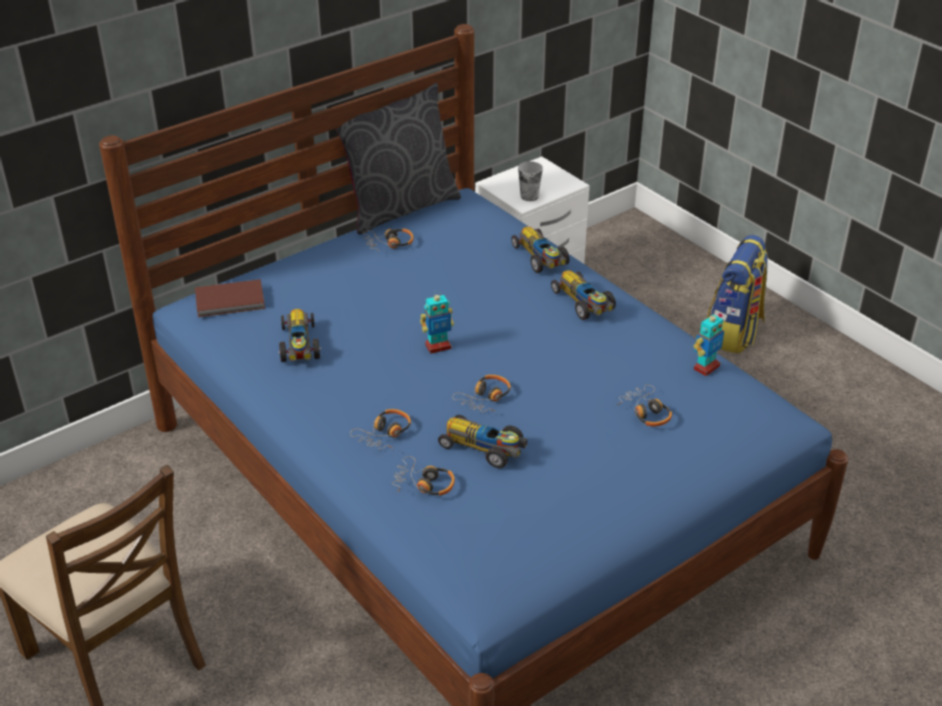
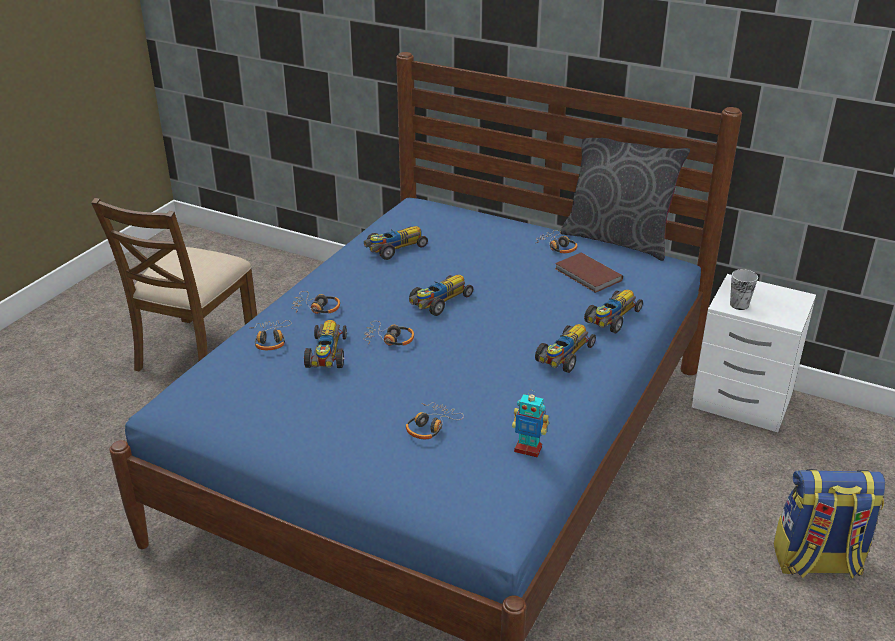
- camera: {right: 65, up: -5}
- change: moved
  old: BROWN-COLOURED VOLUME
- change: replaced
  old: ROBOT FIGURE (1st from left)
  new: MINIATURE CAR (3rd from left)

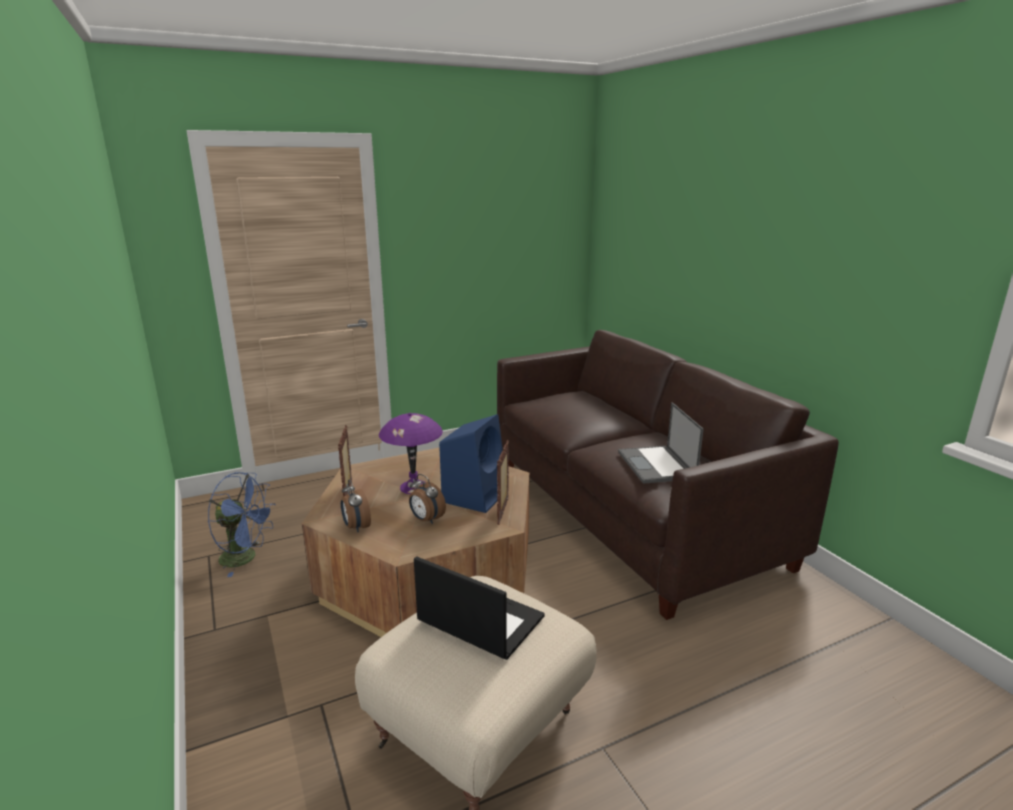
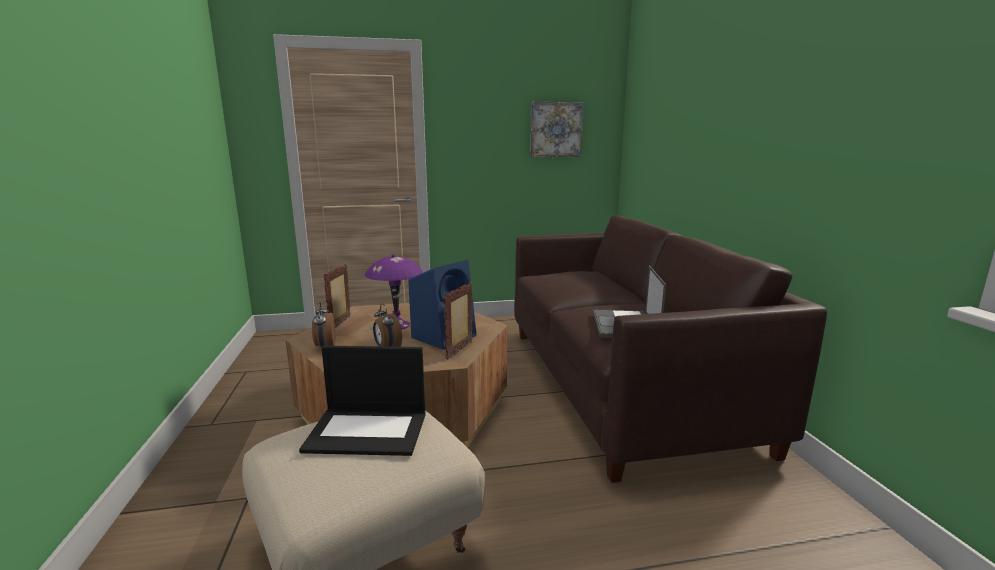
- camera: {right: 15, up: -5}
- change: removed
  old: BLUISH FAN
- change: added
  new: PICTURE
- change: turned
  old: PORTABLE COMPUTER (1st from left)
  degrees: 135

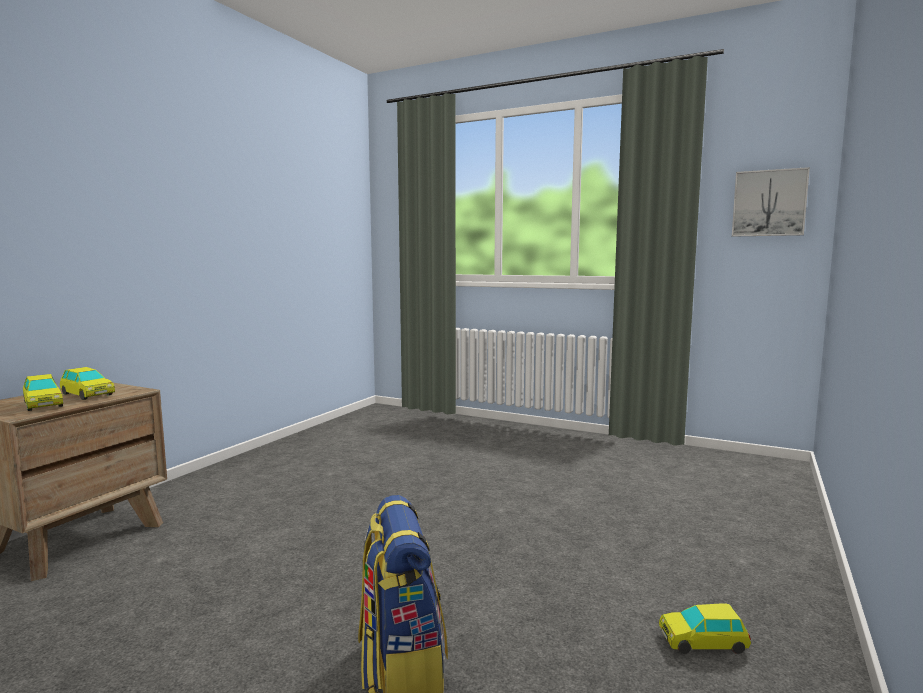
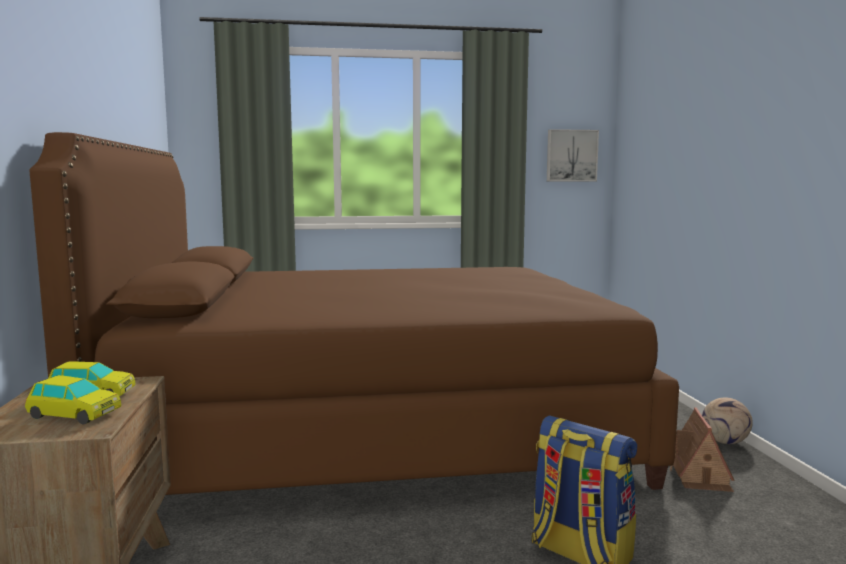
- camera: {right: -35, up: 0}
- change: added
  new: BROWN-COLOURED BED
- change: added
  new: BALL FOR FOOTBALL
- change: replaced
  old: MINIATURE CAR (3rd from left)
  new: TOY HOUSE

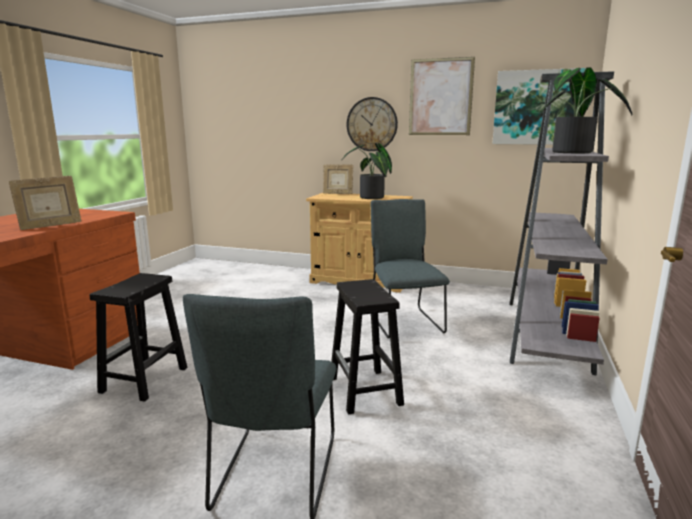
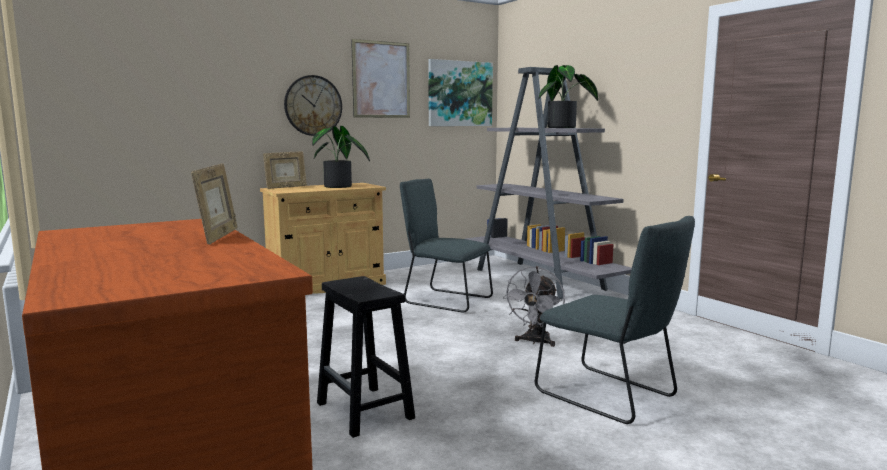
- camera: {right: -50, up: -5}
- change: replaced
  old: BLACKISH SITTING STOOL (2nd from left)
  new: GREYISH FAN

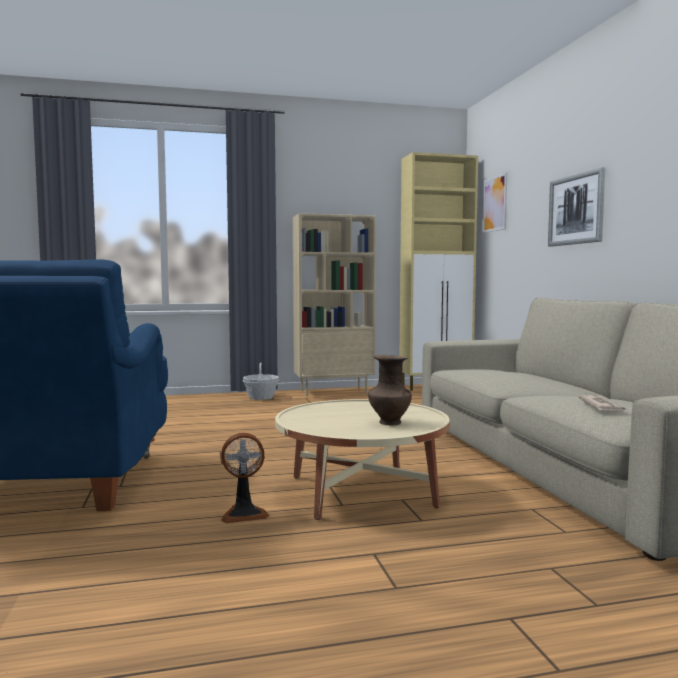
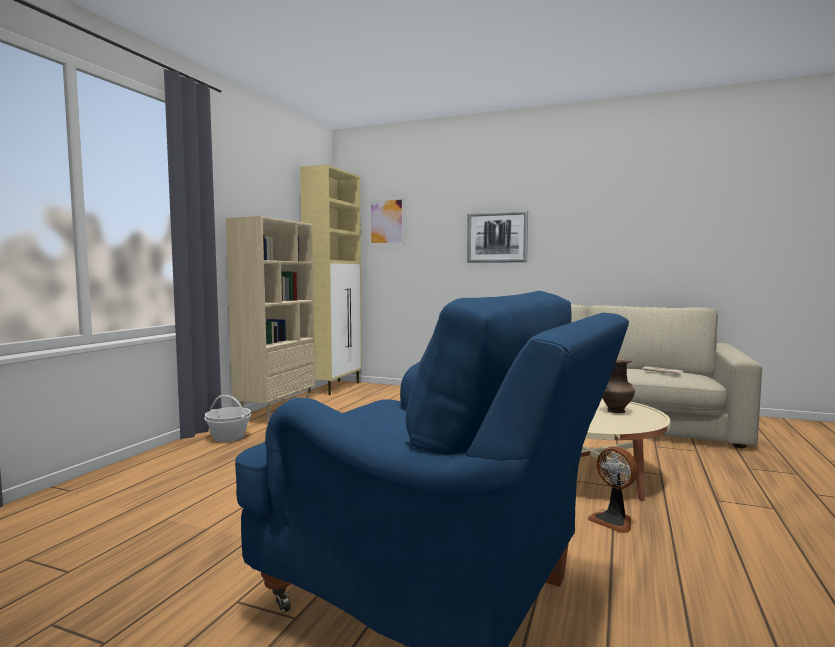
- camera: {right: -55, up: 0}
- change: turned
  old: FAN
  degrees: 120

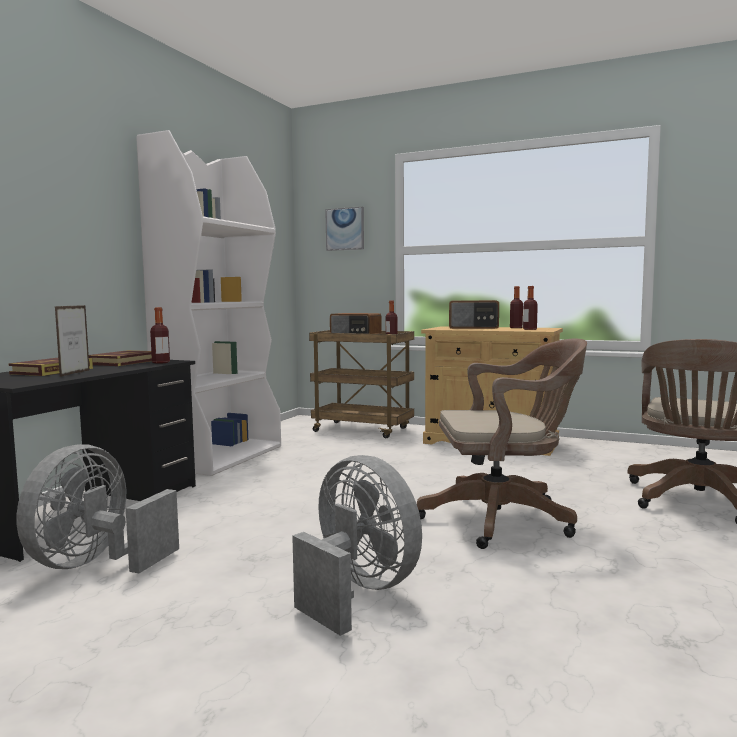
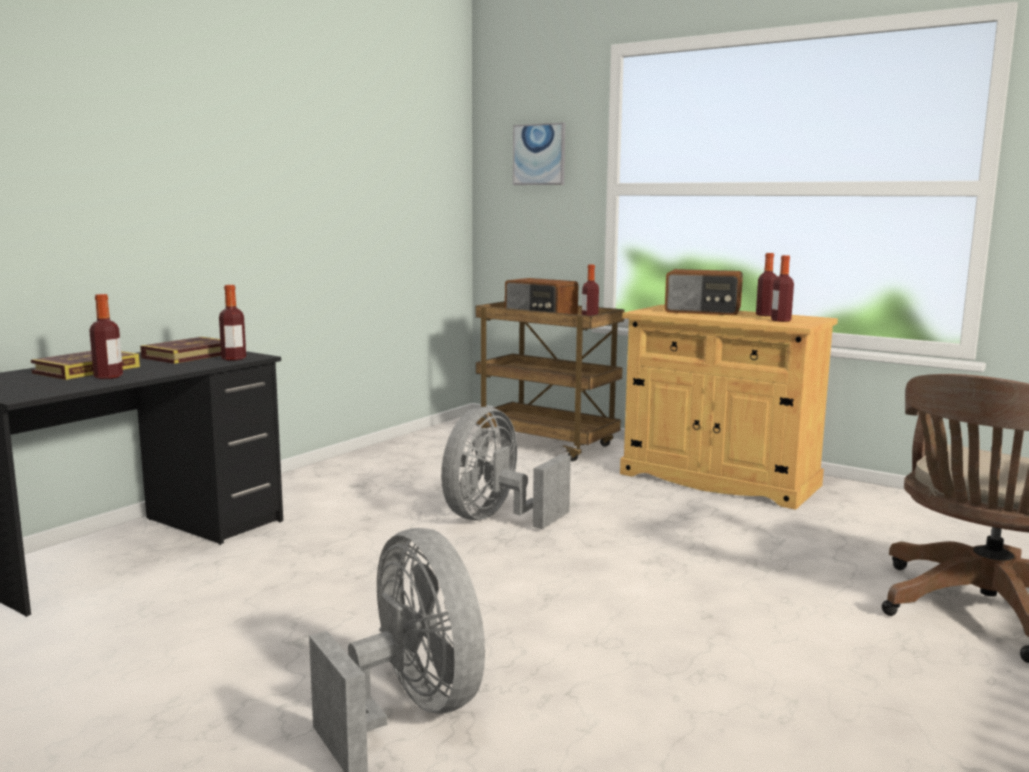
- camera: {right: 10, up: 5}
- change: removed
  old: WHITISH SHELVING UNIT
- change: removed
  old: BROWN-COLOURED OFFICE CHAIR (1st from left)
- change: moved
  old: GREYISH FAN (1st from left in the first image)
  new: GREYISH FAN (2nd from left)
- change: replaced
  old: PHOTO FRAME
  new: DRINK BOTTLE (1st from left)

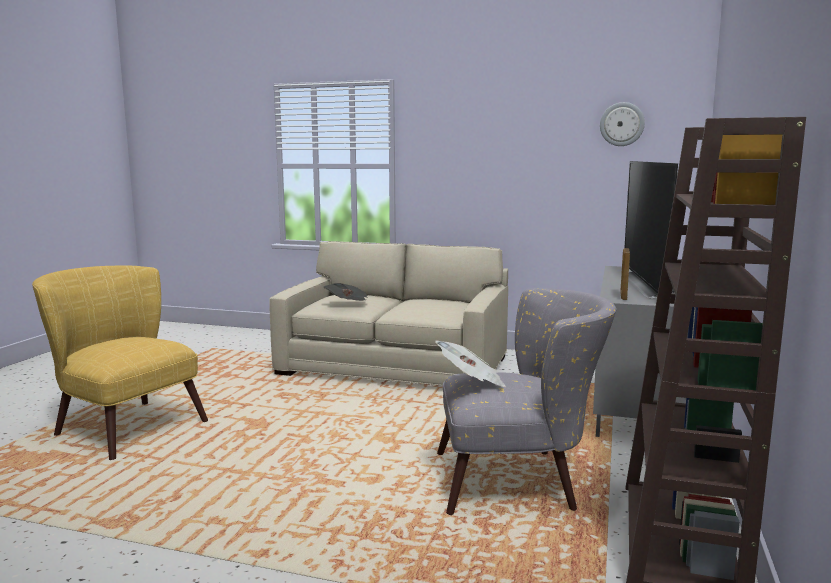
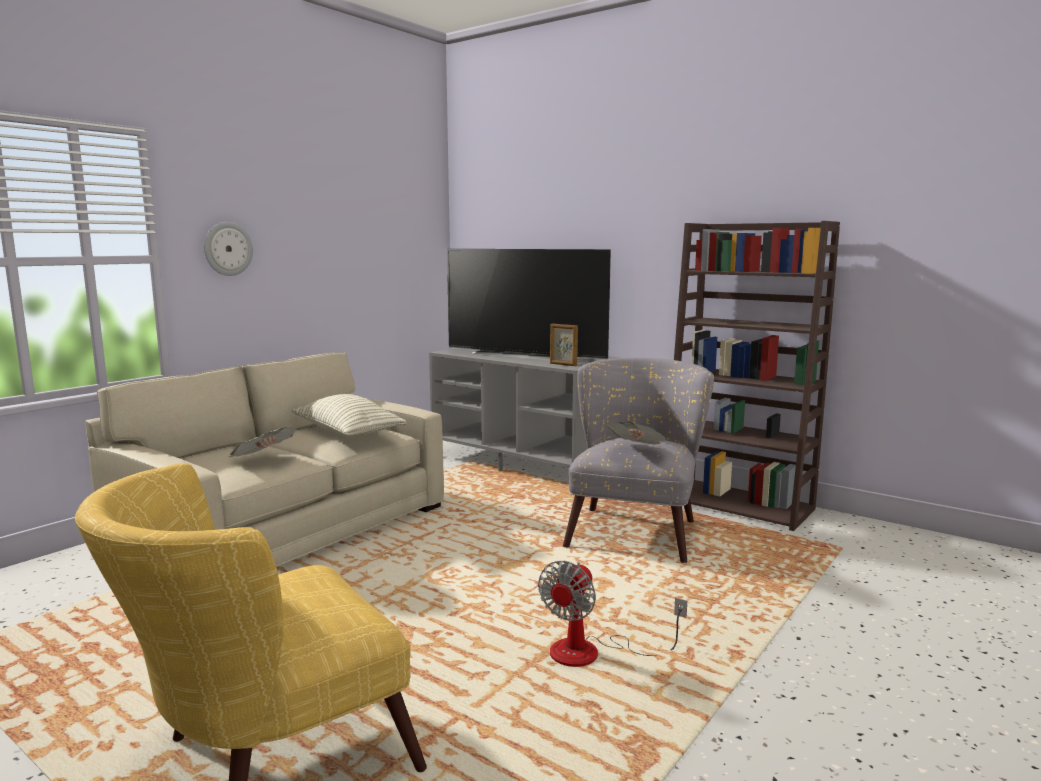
- camera: {right: -70, up: 0}
- change: added
  new: THROW PILLOW
- change: added
  new: FAN
- change: moved
  old: HANGING CLOCK

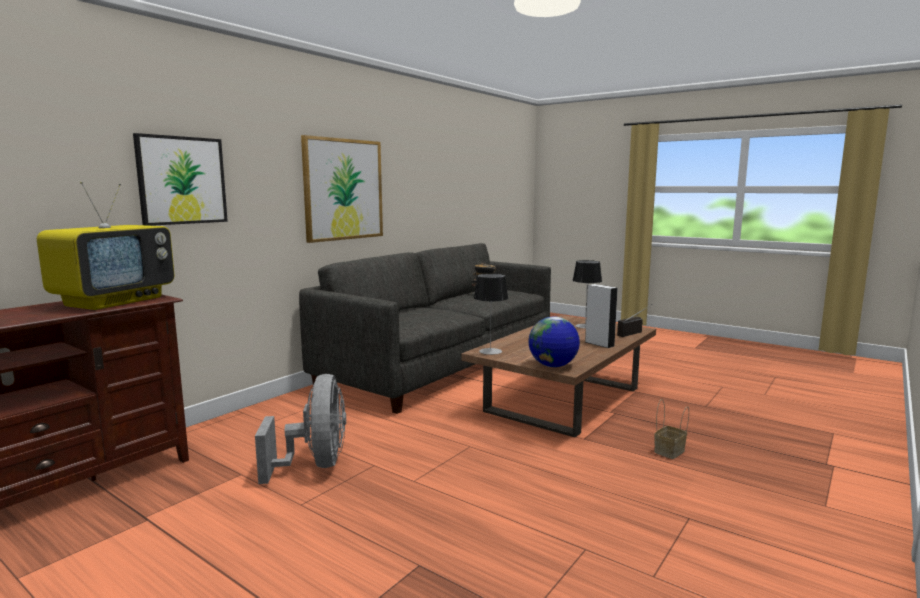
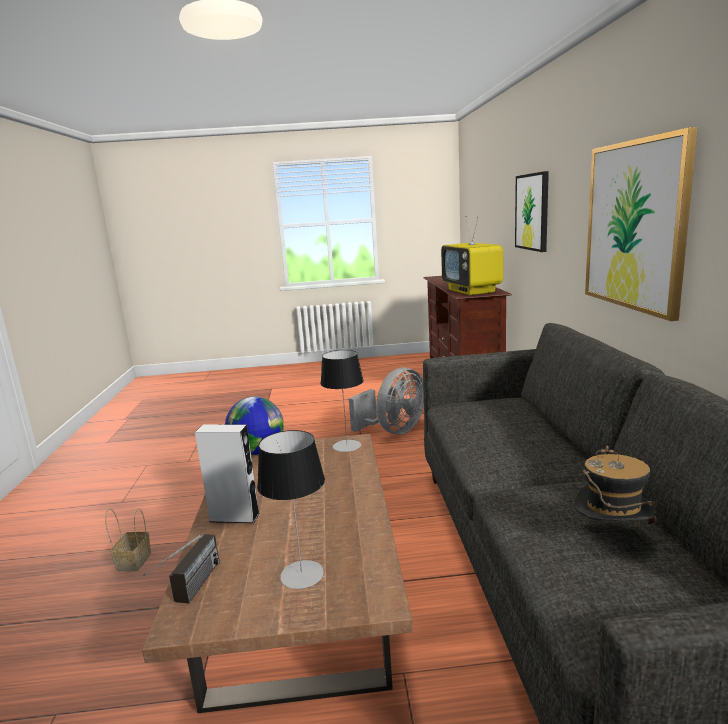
- camera: {right: 140, up: 5}
- change: turned
  old: GREYISH FAN
  degrees: -90

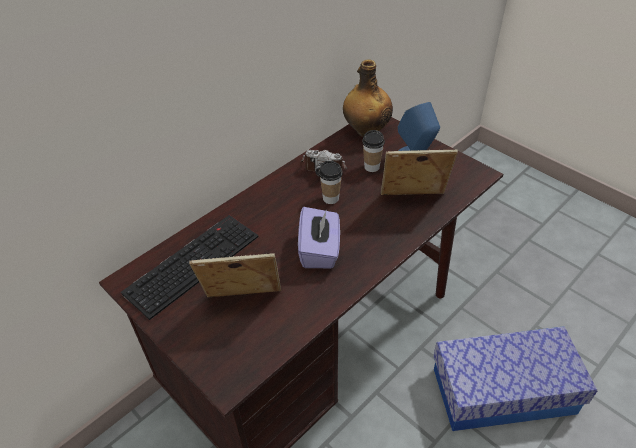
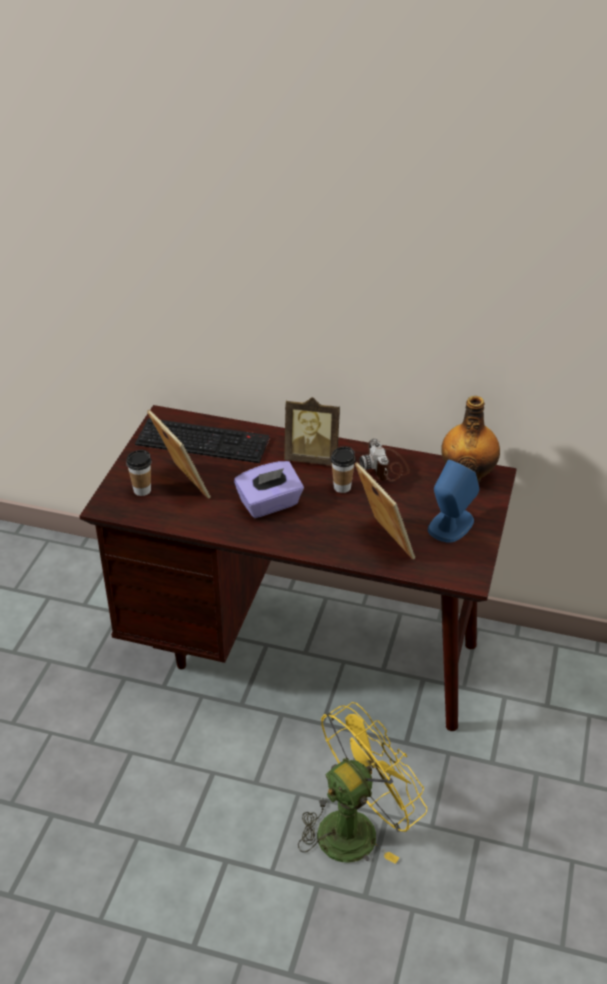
- camera: {right: 60, up: -5}
- change: added
  new: PHOTO FRAME (2nd from left)
- change: moved
  old: CUP (2nd from left in the first image)
  new: CUP (1st from left)
- change: replaced
  old: STORAGE BIN
  new: YELLOW FAN

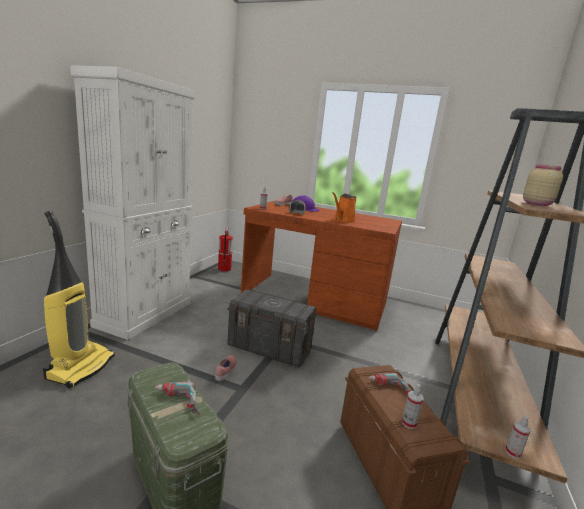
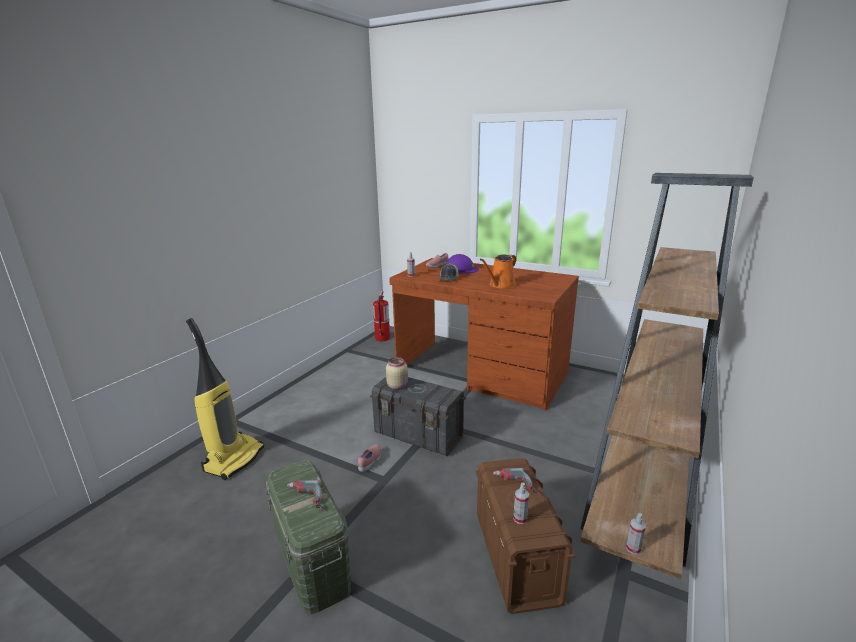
- camera: {right: 10, up: 5}
- change: removed
  old: WHITISH CUPBOARD
- change: moved
  old: SAND-COLOURED PRESERVE JAR

